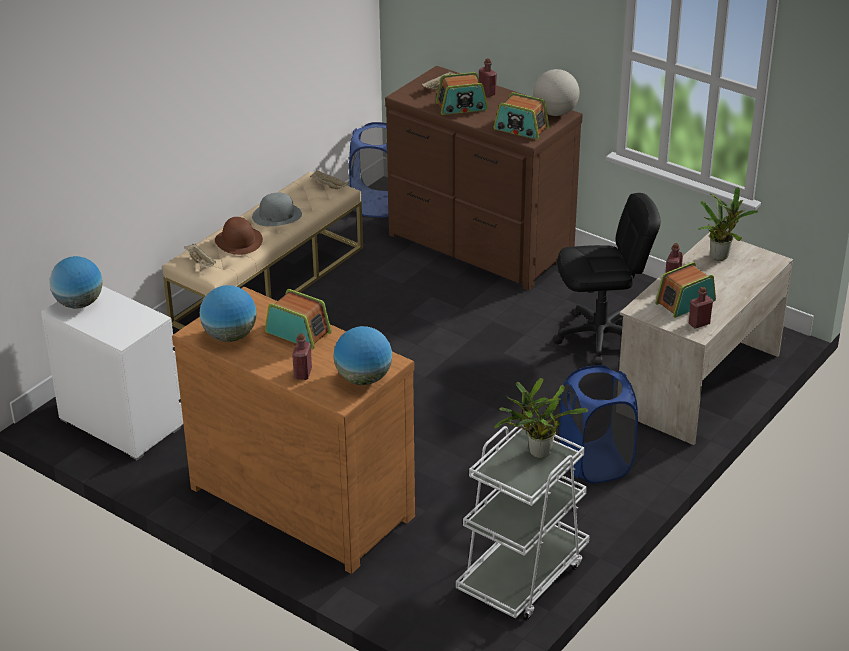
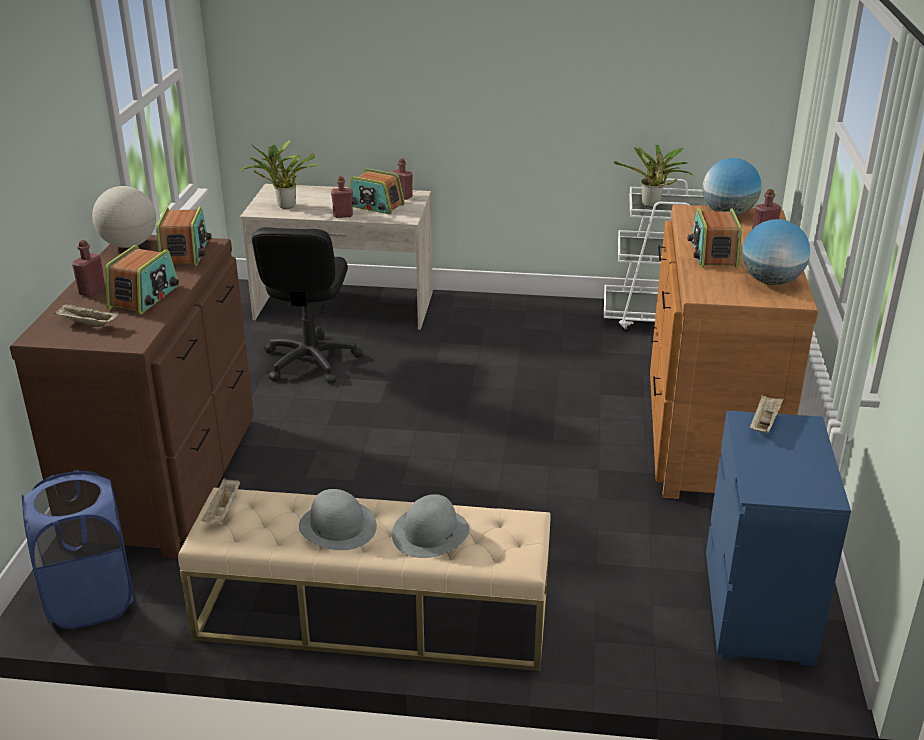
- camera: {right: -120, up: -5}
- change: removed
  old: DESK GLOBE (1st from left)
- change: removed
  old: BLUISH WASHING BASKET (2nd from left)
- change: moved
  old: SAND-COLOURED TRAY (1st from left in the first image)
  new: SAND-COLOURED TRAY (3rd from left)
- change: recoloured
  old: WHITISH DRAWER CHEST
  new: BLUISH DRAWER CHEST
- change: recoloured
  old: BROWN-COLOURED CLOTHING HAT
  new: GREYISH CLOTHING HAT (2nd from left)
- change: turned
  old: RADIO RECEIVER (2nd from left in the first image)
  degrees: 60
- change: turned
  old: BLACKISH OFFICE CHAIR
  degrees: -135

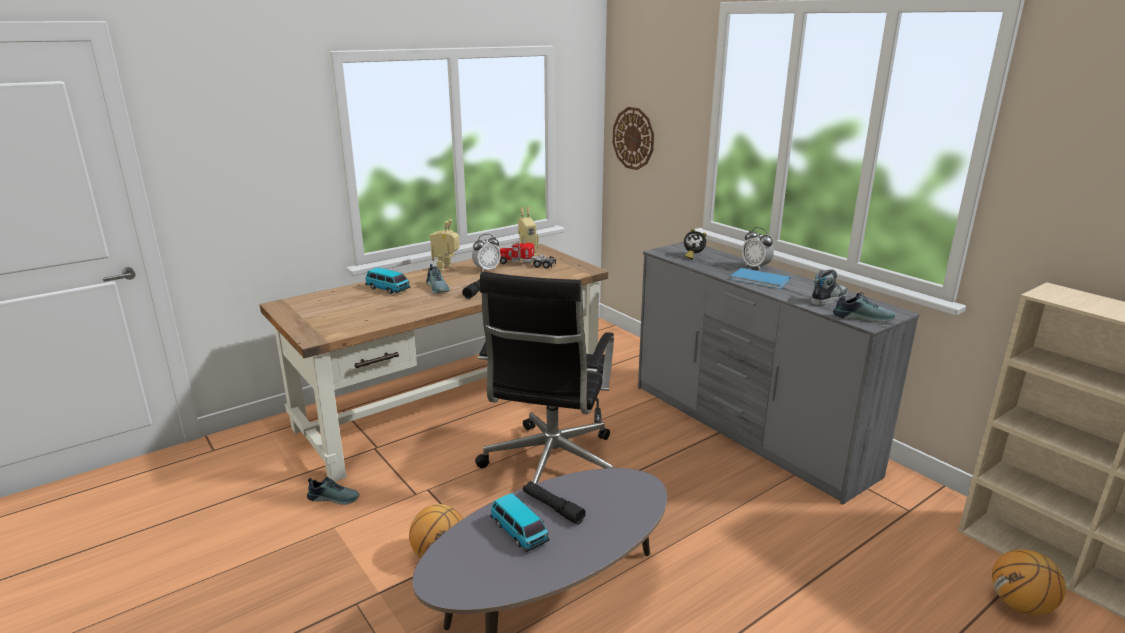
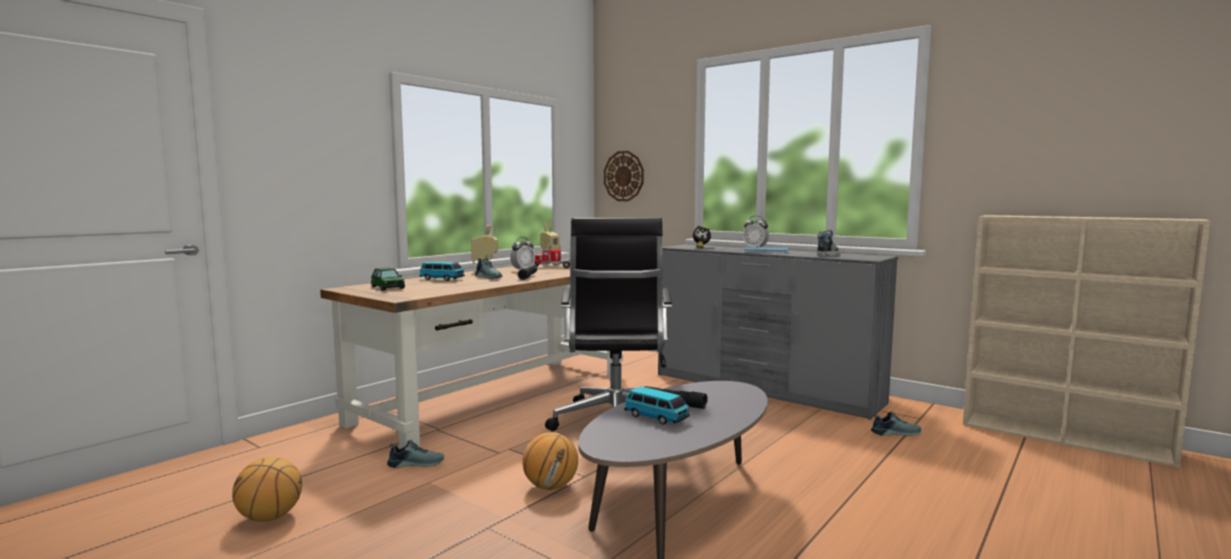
- camera: {right: -15, up: -15}
- change: added
  new: MINIATURE CAR (1st from left)
- change: moved
  old: ITEM OF FOOTWEAR (4th from left)
- change: moved
  old: BASKETBALL (2nd from left in the first image)
  new: BASKETBALL (1st from left)

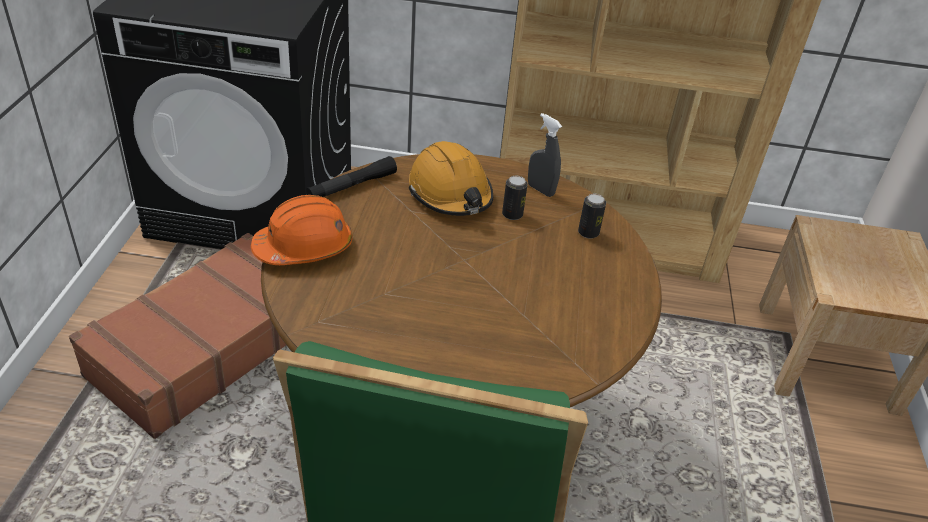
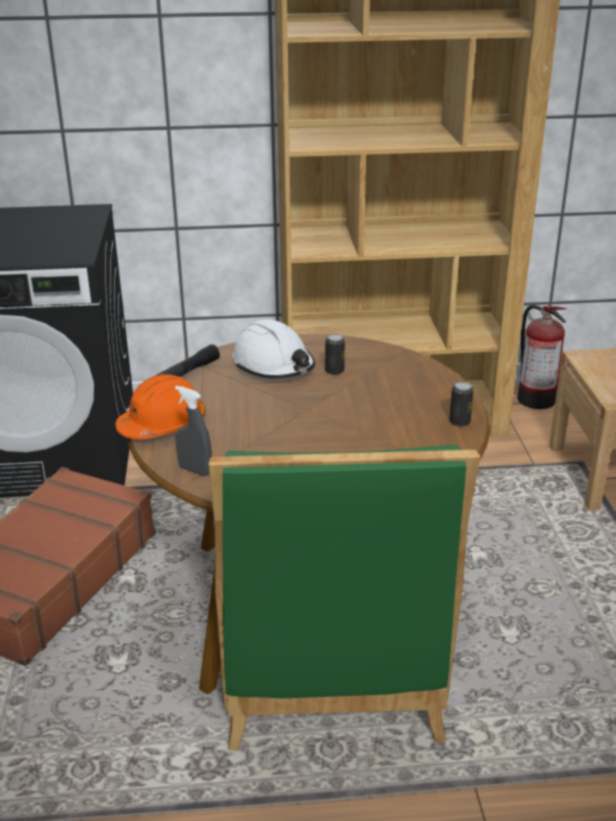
- camera: {right: -10, up: -10}
- change: added
  new: FIRE EXTINGUISHER
- change: moved
  old: GREYISH HAND SPRAYER
- change: moved
  old: METAL CAN (2nd from left)
- change: recoloured
  old: ORANGE SAFETY HELMET (2nd from left)
  new: WHITISH SAFETY HELMET

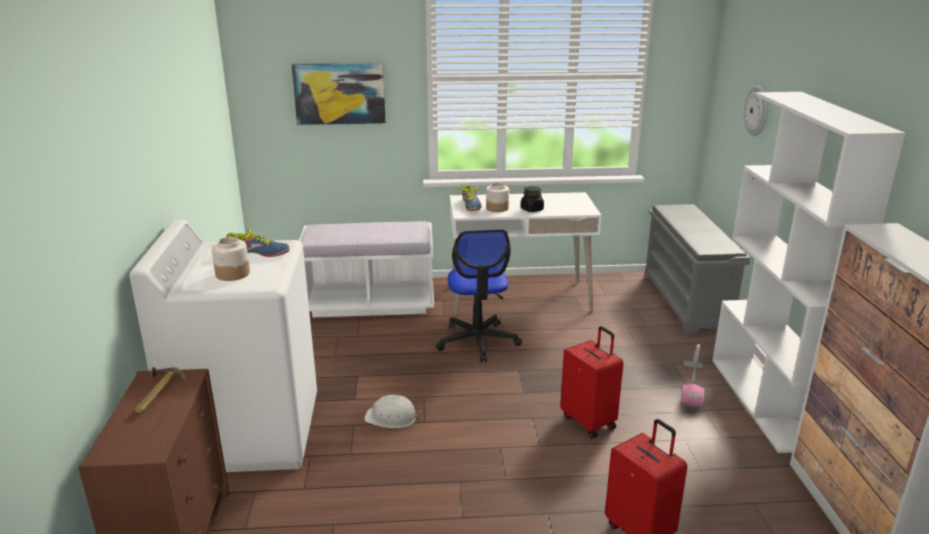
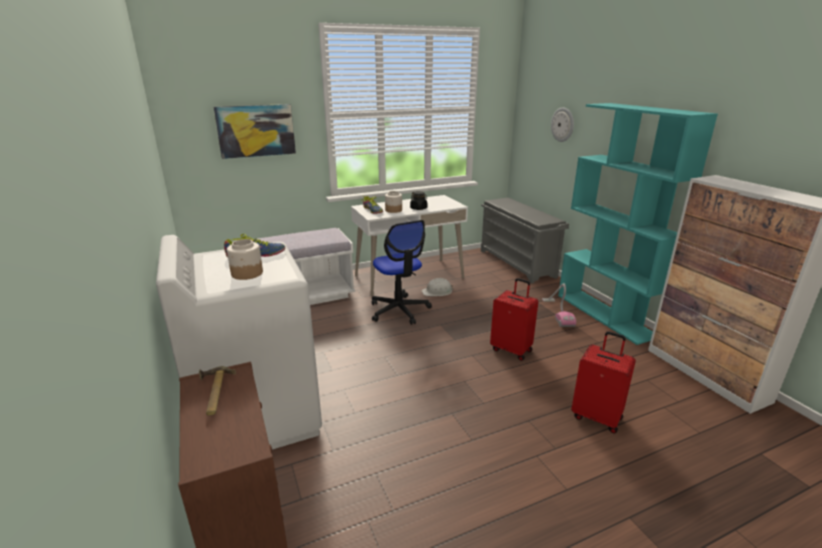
- camera: {right: -20, up: 0}
- change: moved
  old: WHITISH SAFETY HELMET
- change: recoloured
  old: WHITISH SHELVING UNIT
  new: TURQUOISE SHELVING UNIT

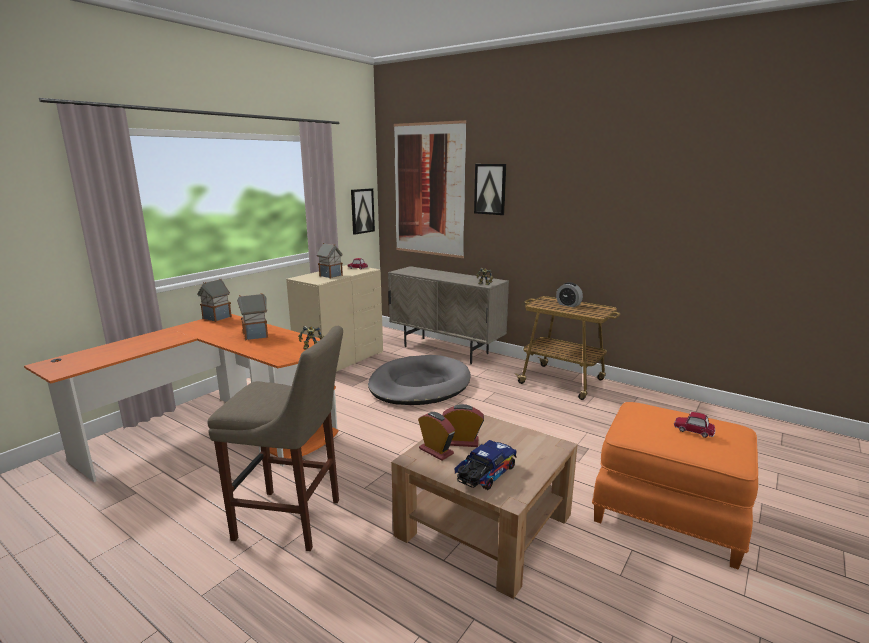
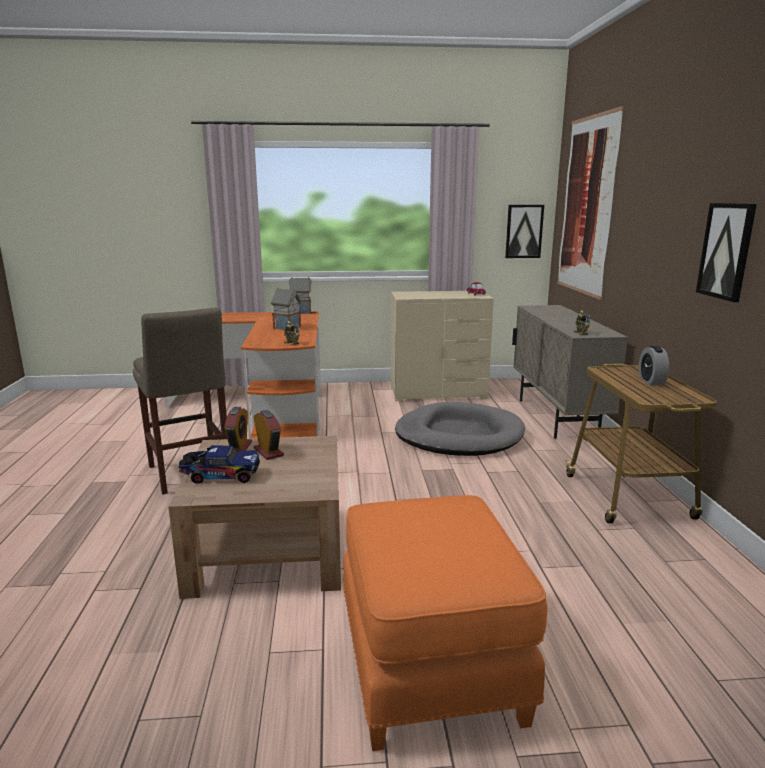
- camera: {right: 50, up: 0}
- change: removed
  old: TOY HOUSE (3rd from left)
- change: removed
  old: MINIATURE CAR (2nd from left)
- change: moved
  old: PICTURE (3rd from left)

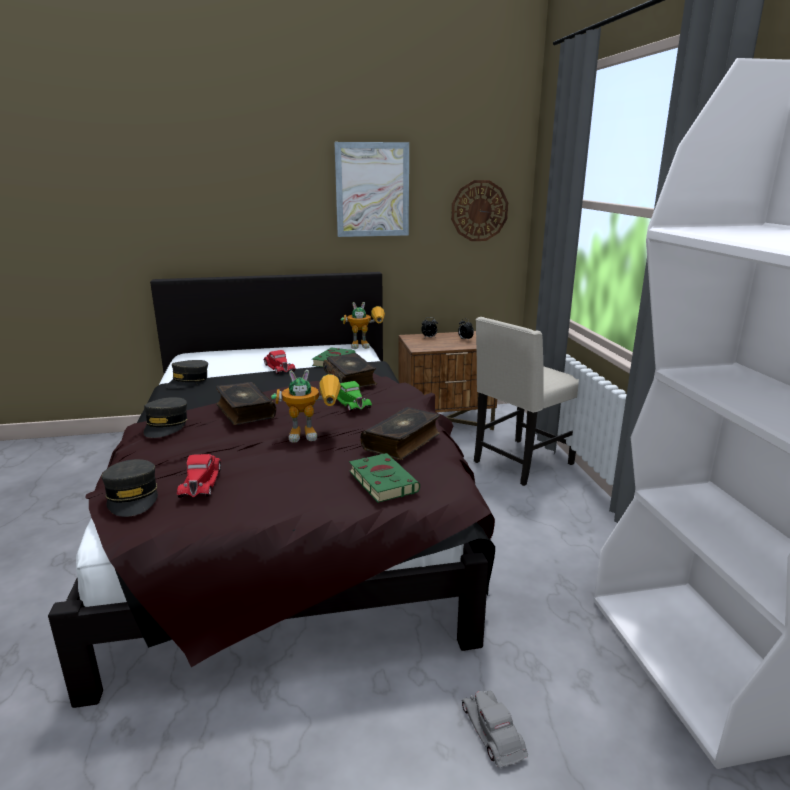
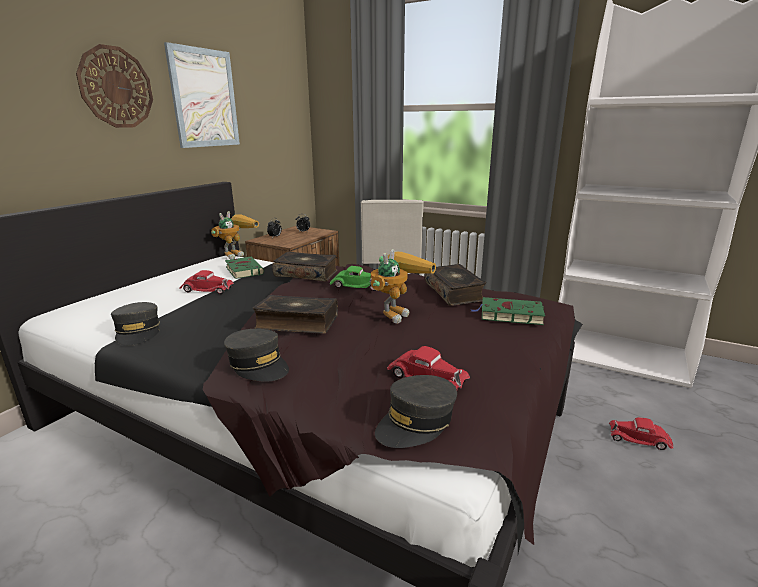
- camera: {right: -50, up: 0}
- change: moved
  old: HANGING CLOCK
- change: recoloured
  old: GREYISH MINIATURE CAR
  new: REDDISH MINIATURE CAR (3rd from left)
- change: turned
  old: GREYISH BASEBALL CAP (1st from left in the first image)
  degrees: 120

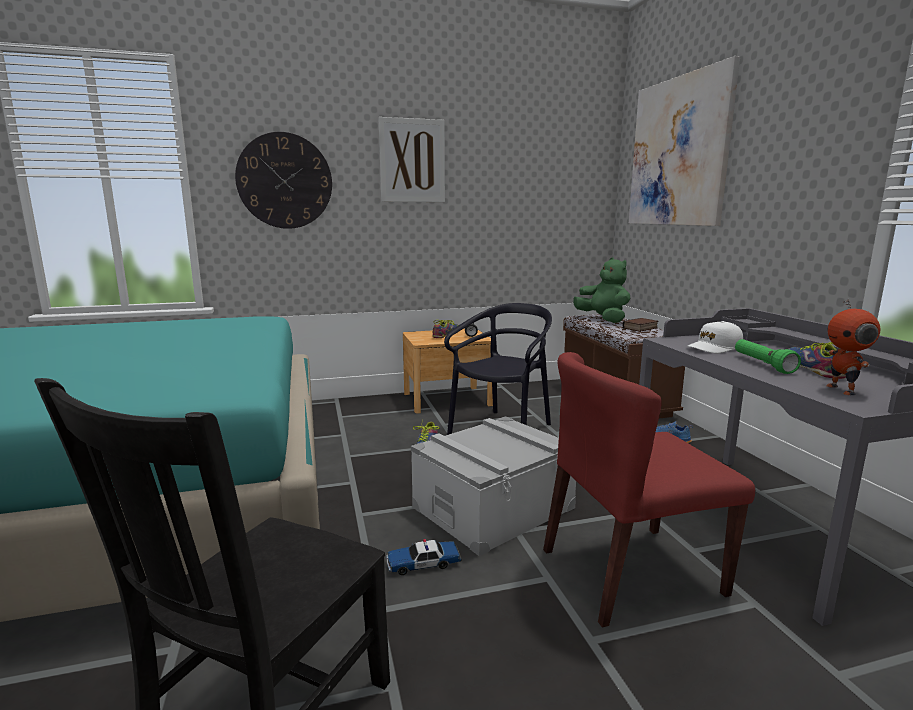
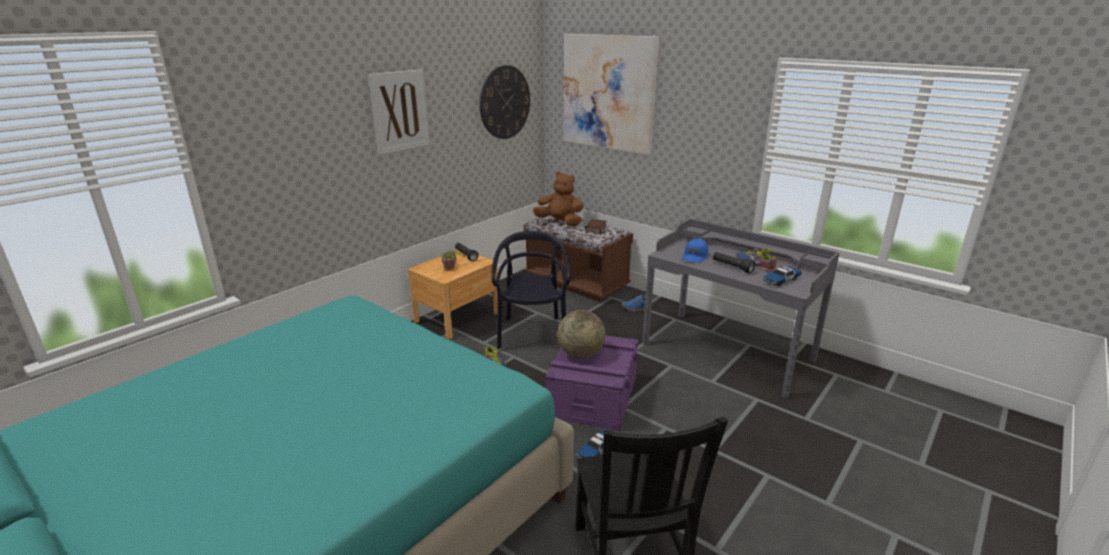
- camera: {right: -35, up: 10}
- change: removed
  old: REDDISH UPRIGHT CHAIR
- change: added
  new: DESK GLOBE
- change: moved
  old: HANGING CLOCK
- change: replaced
  old: ROBOT FIGURE
  new: MINIATURE CAR (2nd from left)
- change: recoloured
  old: GREYISH STORAGE BIN
  new: PURPLISH STORAGE BIN
- change: recoloured
  old: GREENISH SOFT TOY
  new: BROWN-COLOURED SOFT TOY
- change: recoloured
  old: WHITISH BASEBALL CAP
  new: BLUISH BASEBALL CAP
- change: recoloured
  old: GREENISH HAND TORCH
  new: BLACKISH HAND TORCH (2nd from left)

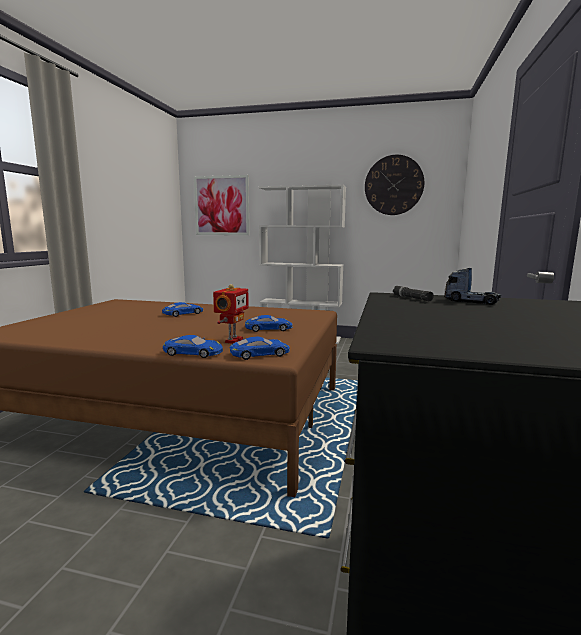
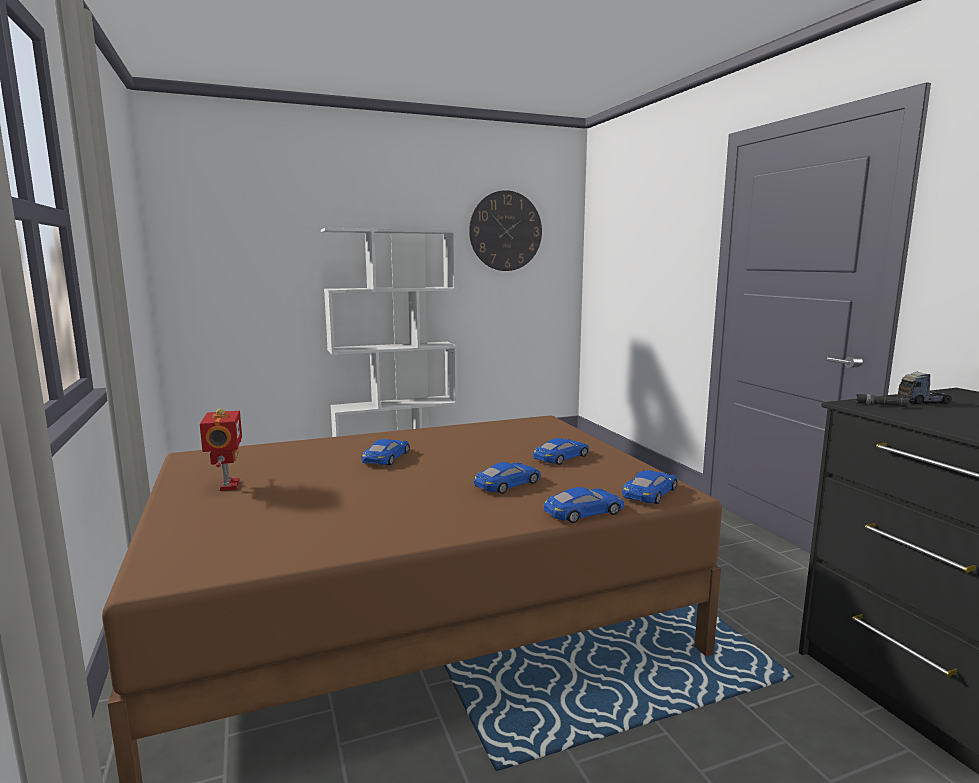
- camera: {right: -35, up: 0}
- change: removed
  old: PICTURE
- change: added
  new: BLUISH MINIATURE CAR (2nd from left)
- change: moved
  old: ROBOT FIGURE

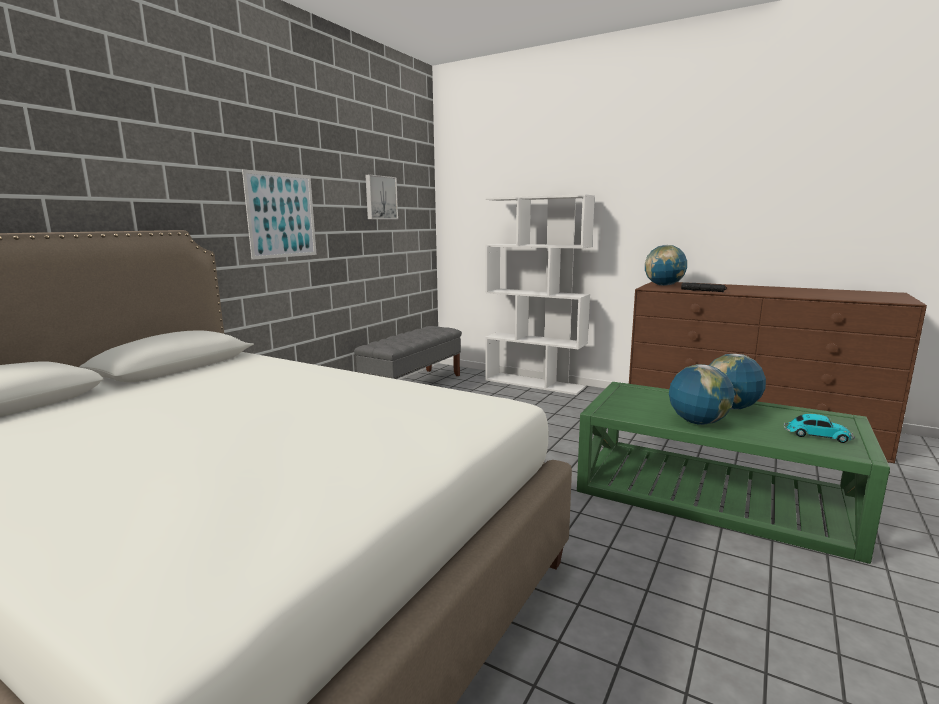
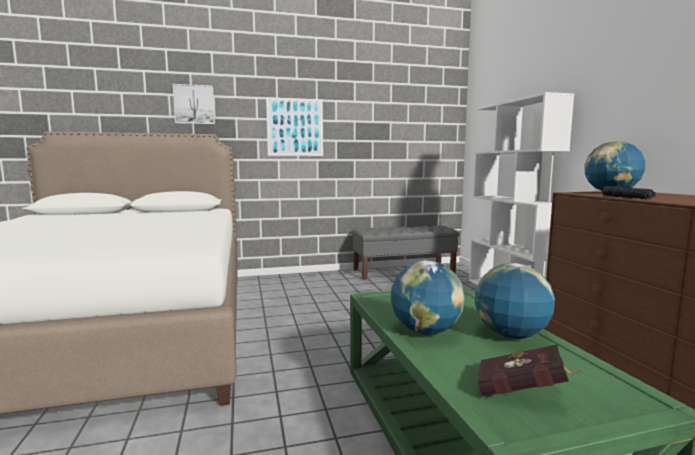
- camera: {right: 45, up: -5}
- change: moved
  old: PICTURE (2nd from left in the first image)
  new: PICTURE (1st from left)
- change: replaced
  old: MINIATURE CAR
  new: REDDISH VOLUME

